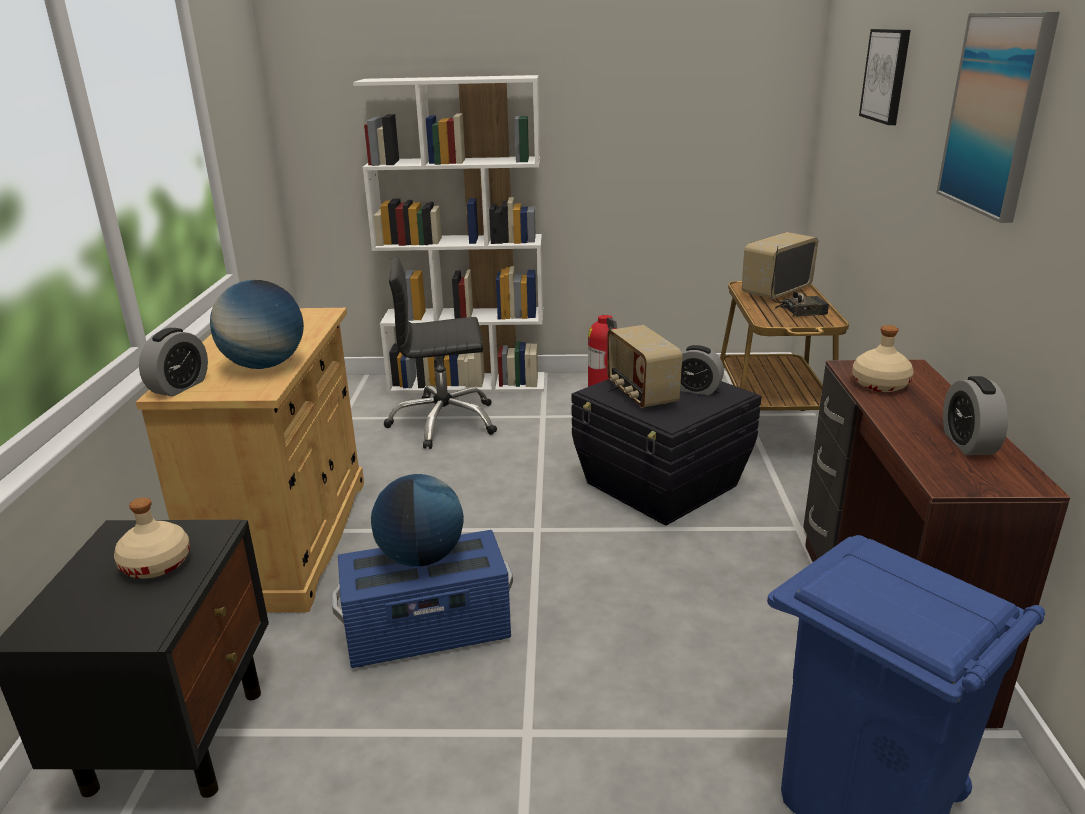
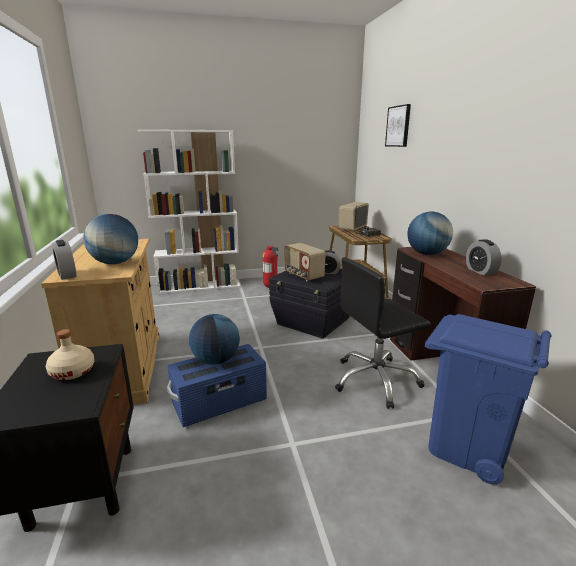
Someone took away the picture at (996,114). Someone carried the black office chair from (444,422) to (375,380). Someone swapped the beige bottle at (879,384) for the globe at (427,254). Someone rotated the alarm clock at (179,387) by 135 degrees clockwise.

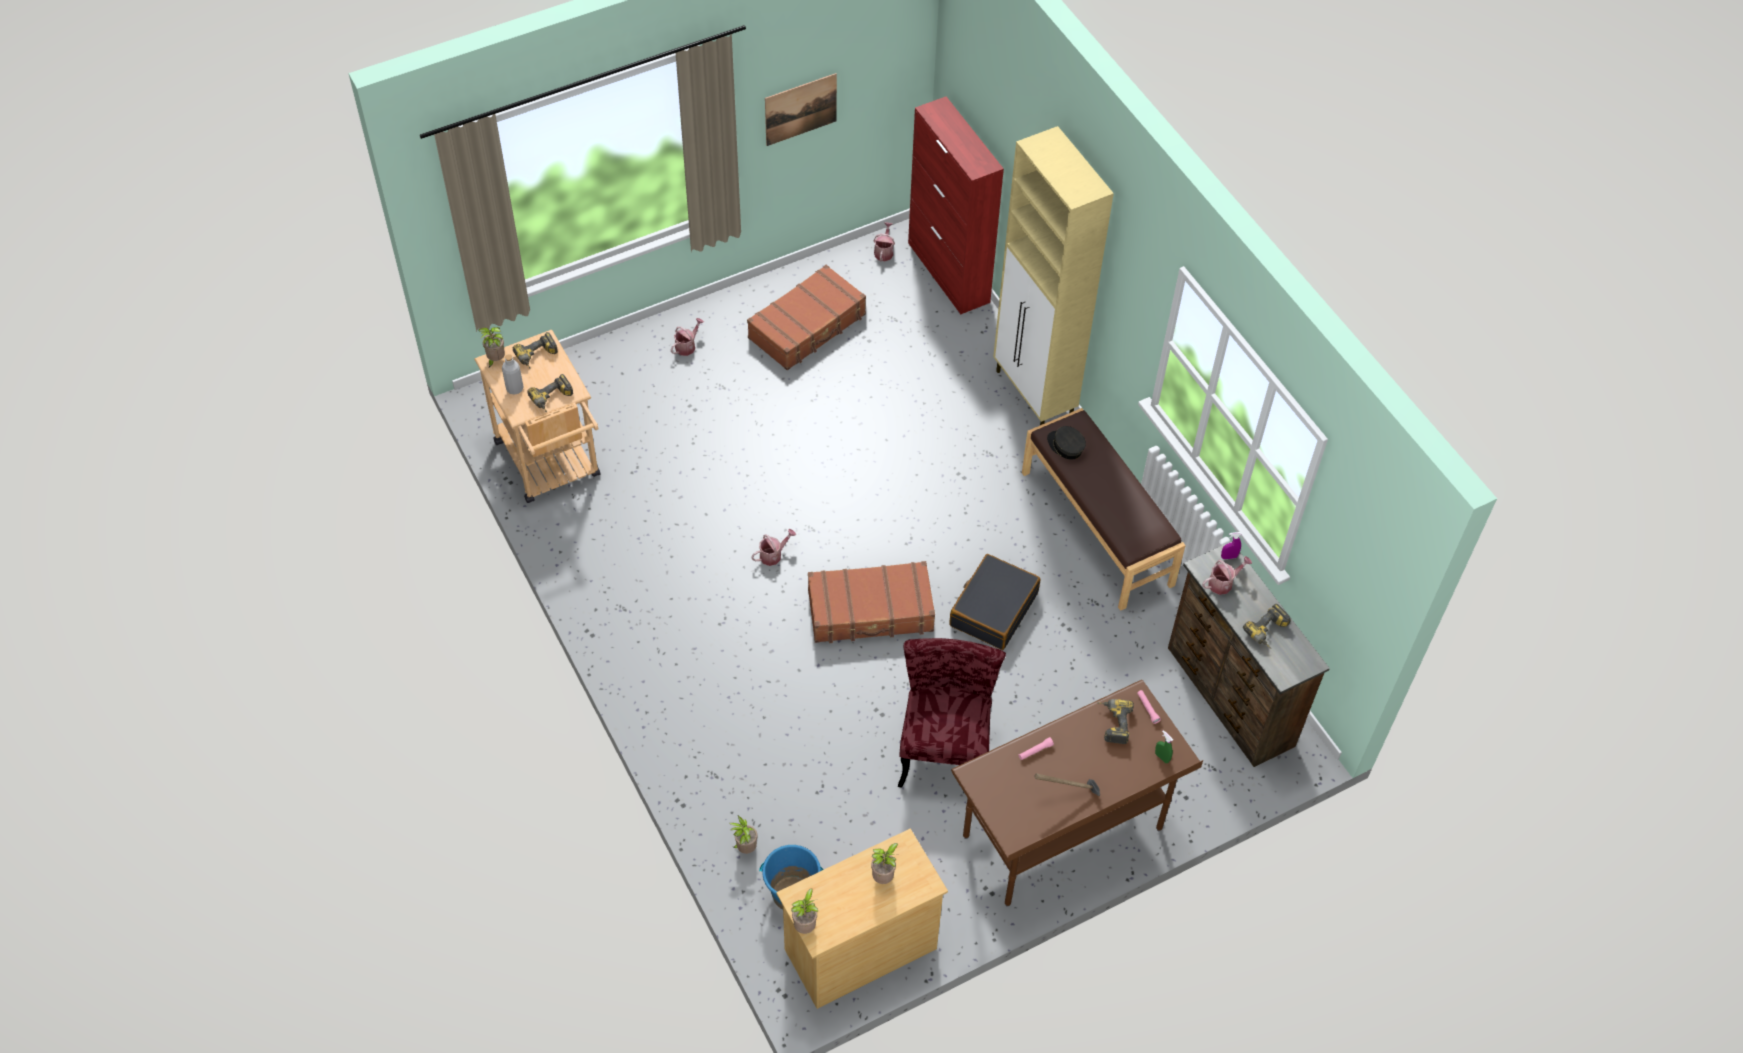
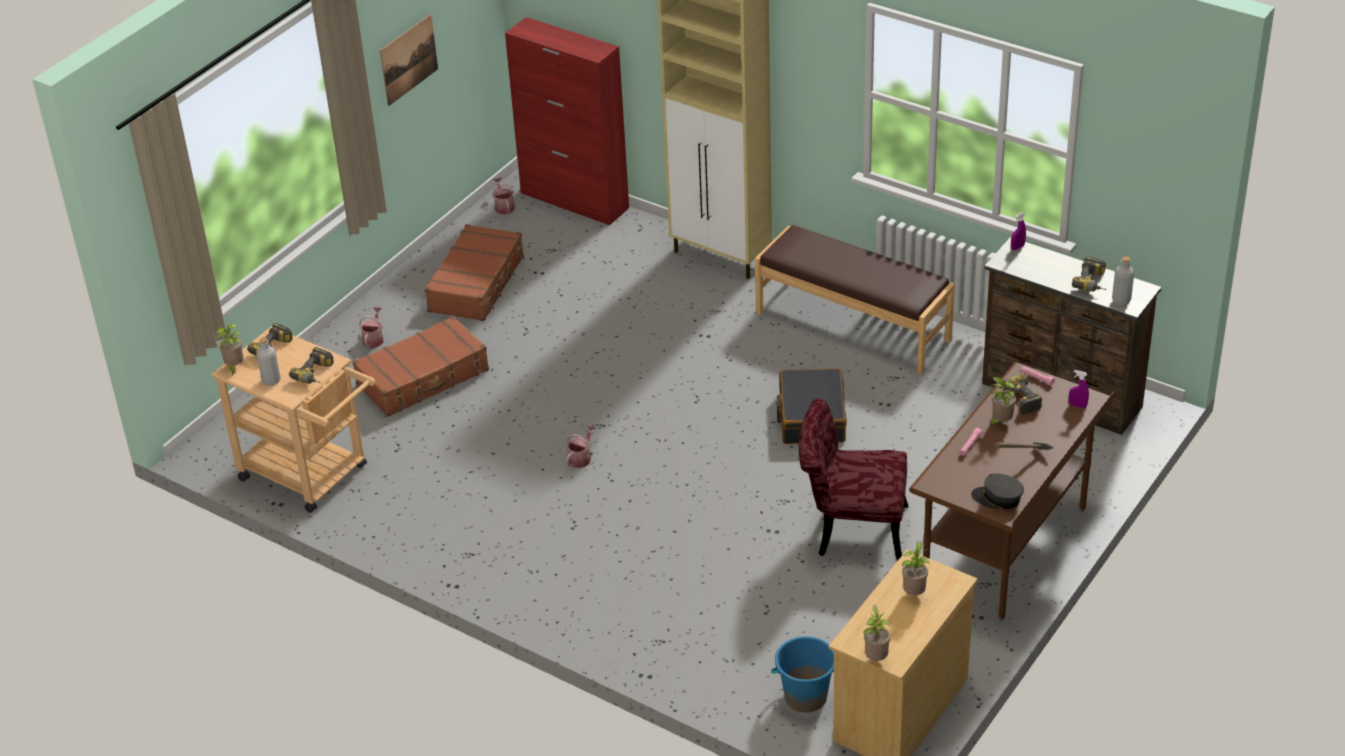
Someone carried the grey cap from (1065,446) to (997,498). Someone took away the watering can at (1223,583). Someone carried the brown suitcase from (871,611) to (423,378). Someone rotated the red chair at (945,746) by 60 degrees counterclockwise. Someone repainted the green spray bottle at (1162,757), which became the purple spray bottle at (1077,406). Someone carried the potted plant from (745,848) to (1000,422). Someone put down the grey bottle at (1121,300).

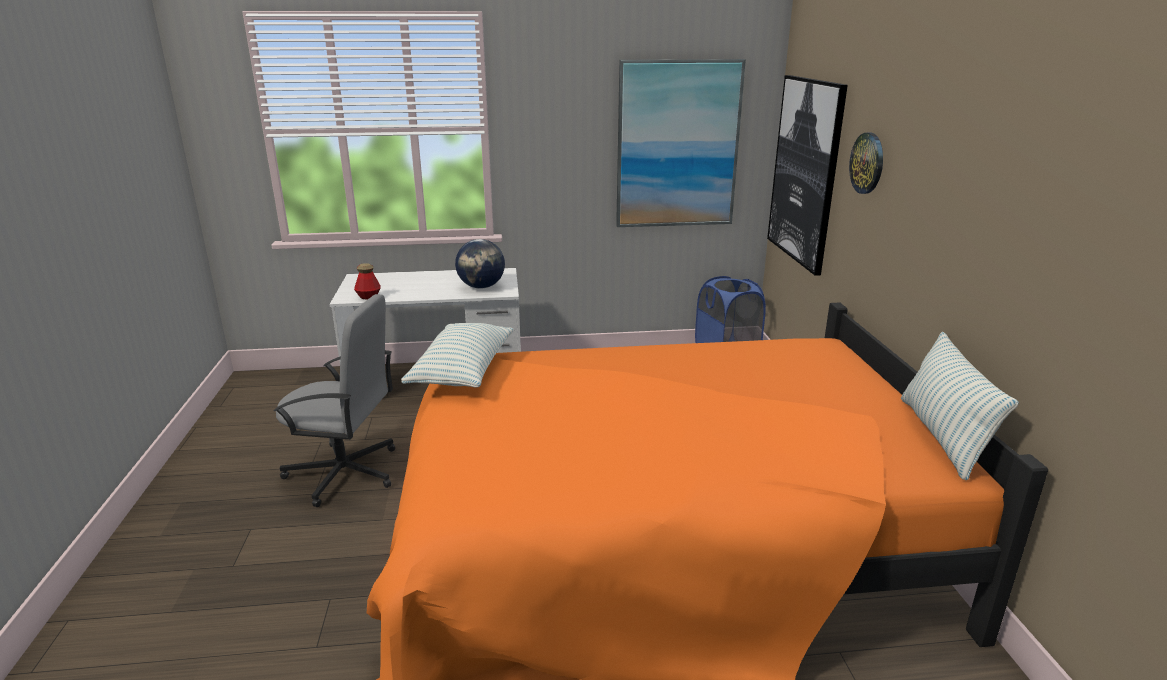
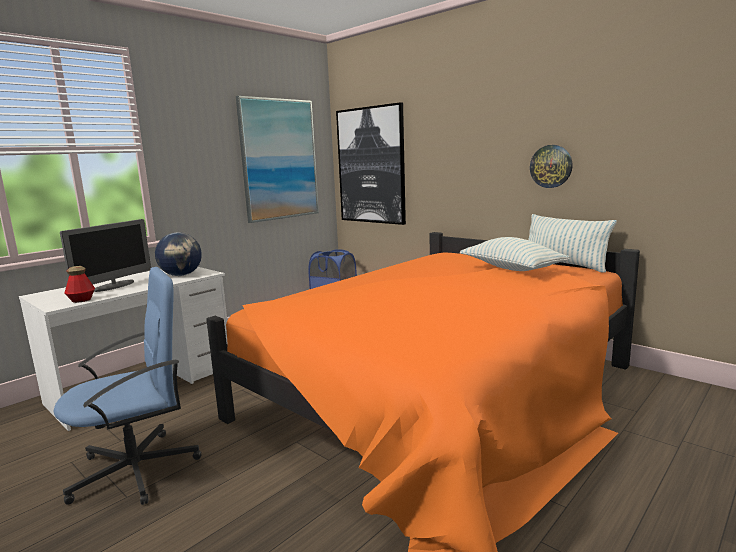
Someone carried the wall clock from (867,163) to (551,166). Someone repainted the grey office chair at (345,473), which became the blue office chair at (137,469). Someone carried the pillow from (463,371) to (511,268). Someone put down the monitor at (114,286).

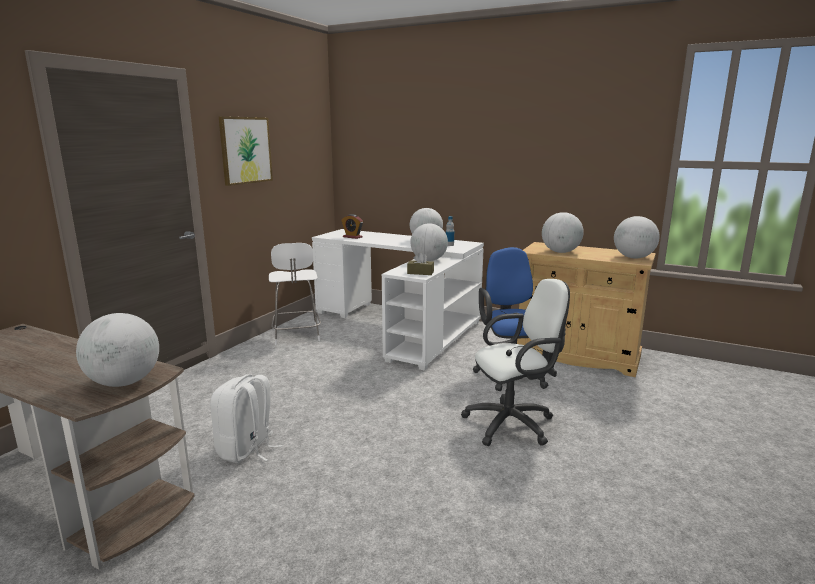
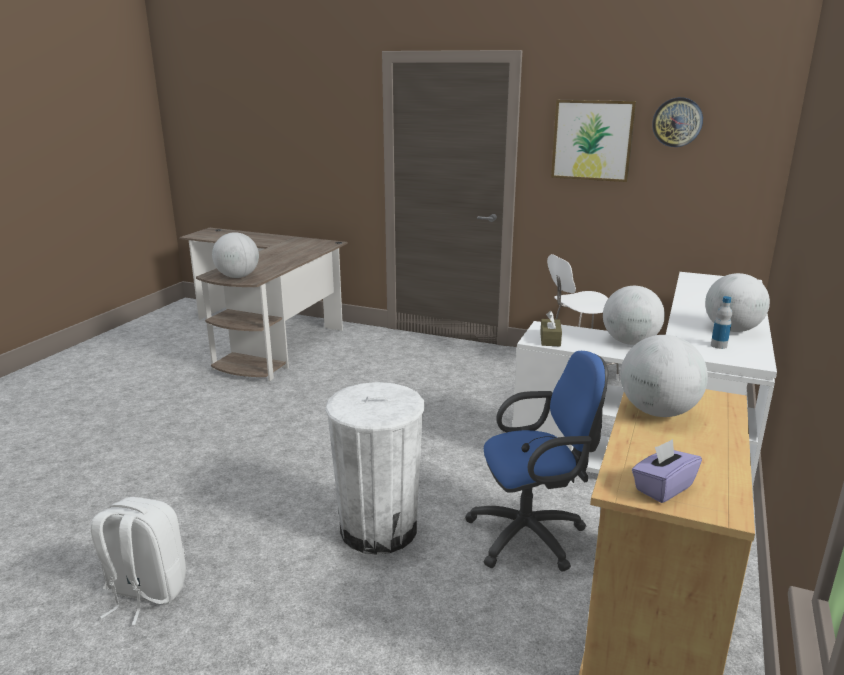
Someone took away the alarm clock at (352,237). Someone swapped the globe at (633,257) for the purple tissue box at (662,488). Someone swapped the white office chair at (514,424) for the white trash can at (378,529). Someone carried the white backpack from (247,450) to (144,593). Someone put up the wall clock at (677,122).

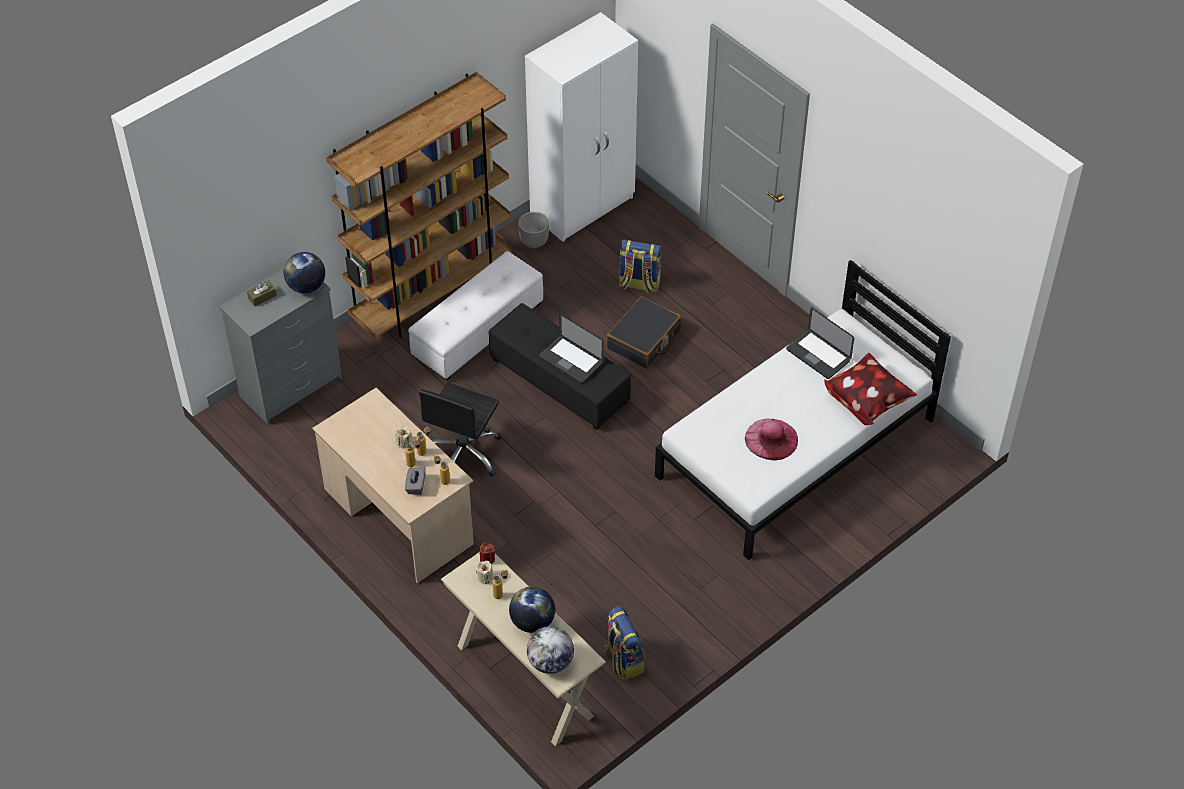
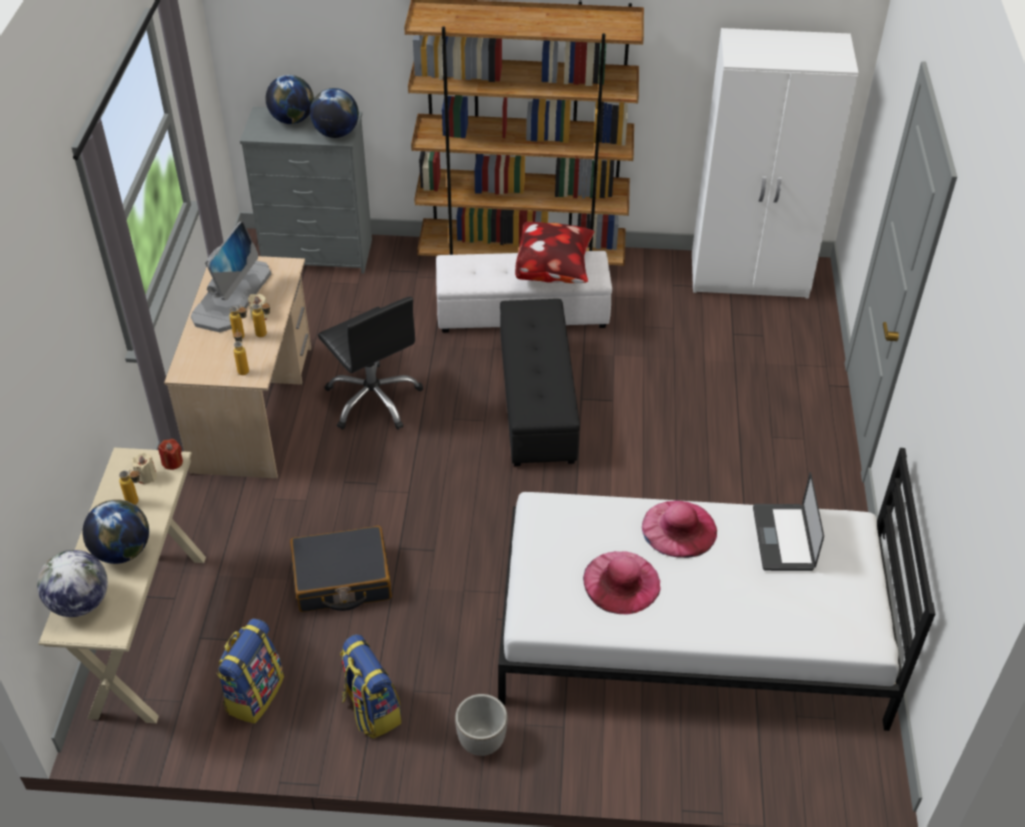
Someone carried the planter from (533,242) to (481,741). Someone carried the backpack from (639,284) to (371,710). Someone swapped the brown tissue box at (262,297) for the globe at (292,120). Someone carried the black suitcase from (644,340) to (342,579). Someone took away the laptop at (571,360). Someone carried the pillow from (867,401) to (554,271). Someone rotated the black office chair at (463,454) by 105 degrees counterclockwise. Someone took away the grey tissue box at (415,486). Someone put down the monitor at (232,295). Someone put down the pink hat at (679,528).

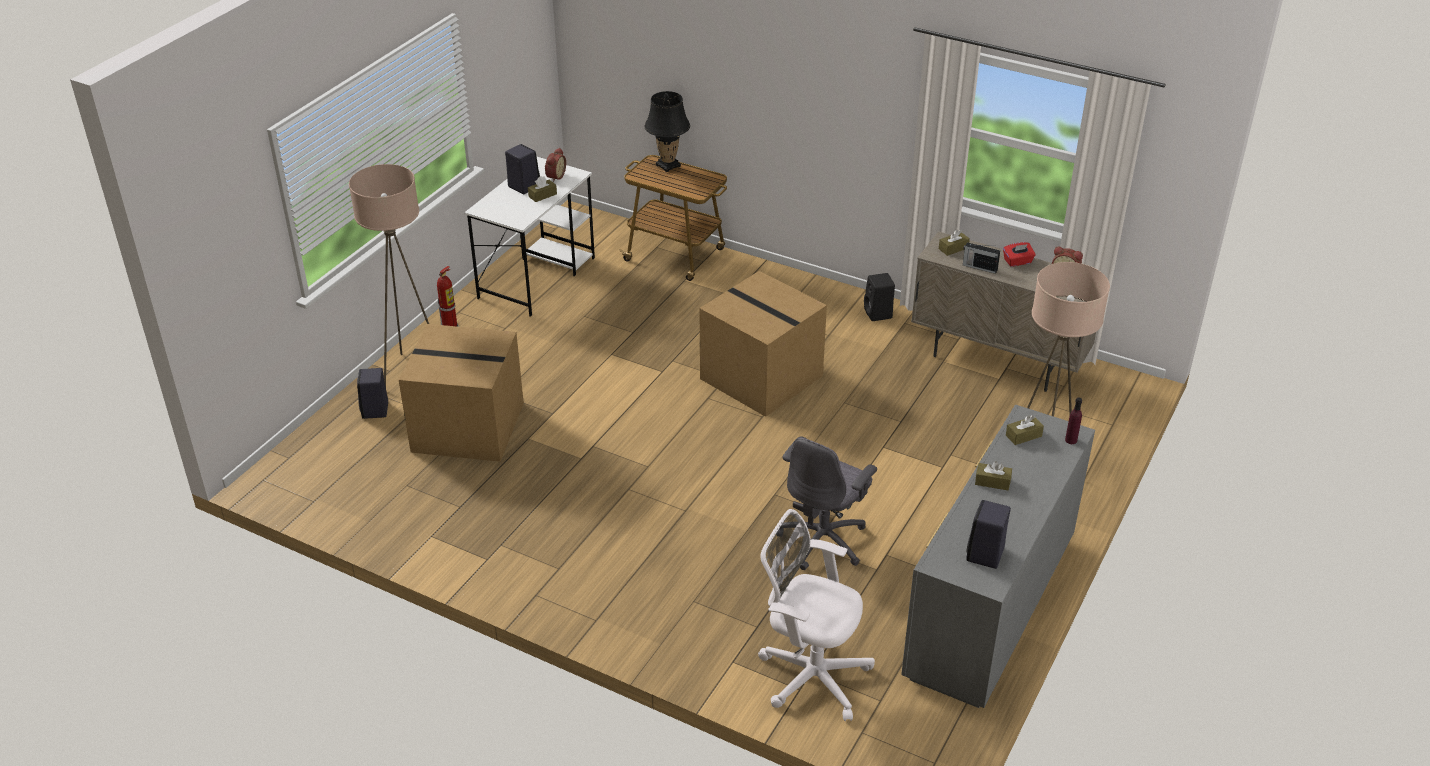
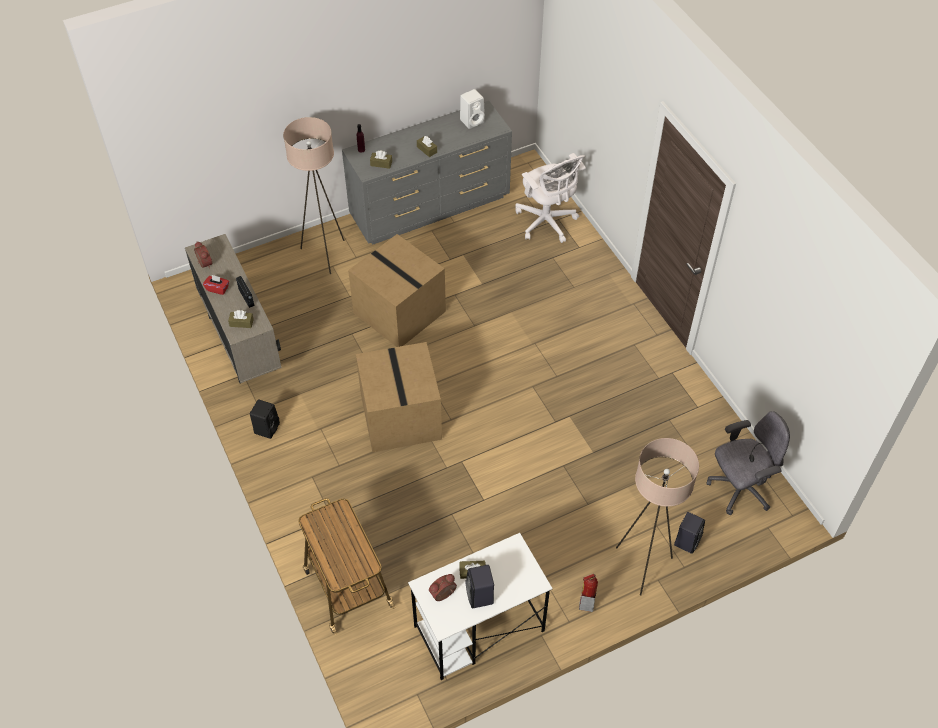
Someone took away the black table lamp at (668,165). Someone carried the cardboard box from (470,426) to (398,312). Someone carried the grey office chair from (824,540) to (739,488). Someone repainted the black speaker at (985,555), which became the white speaker at (472,120).

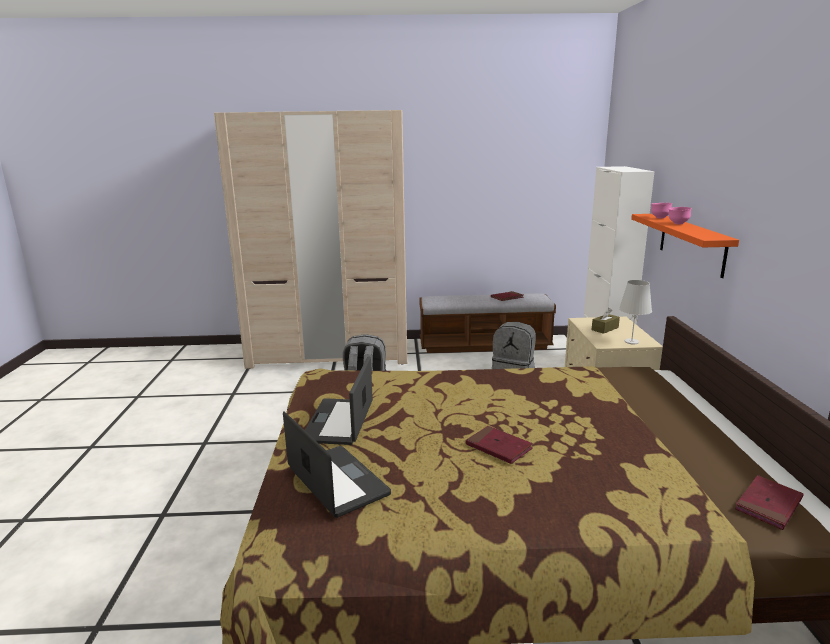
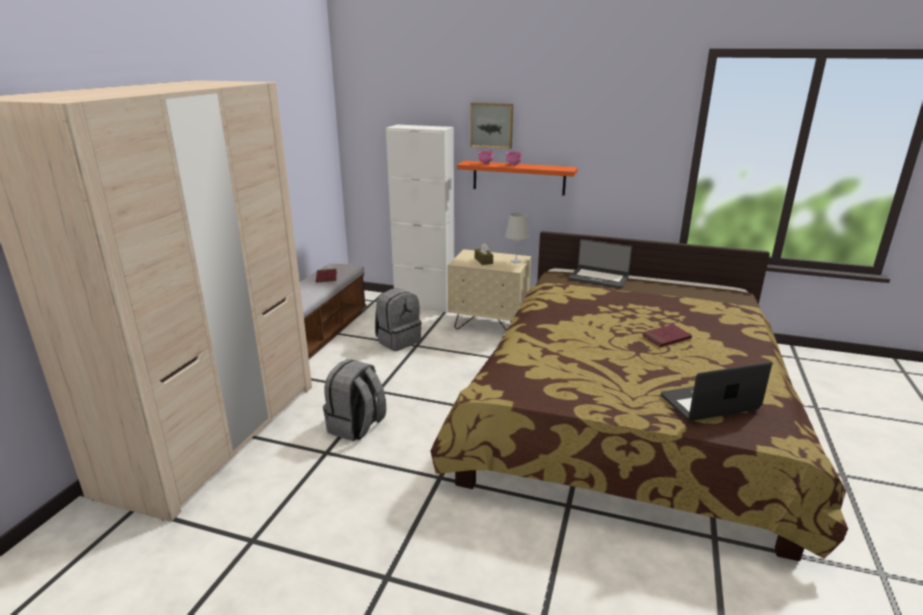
Someone carried the laptop from (339,421) to (598,278). Someone took away the red book at (768,505). Someone put up the picture at (492,125).

